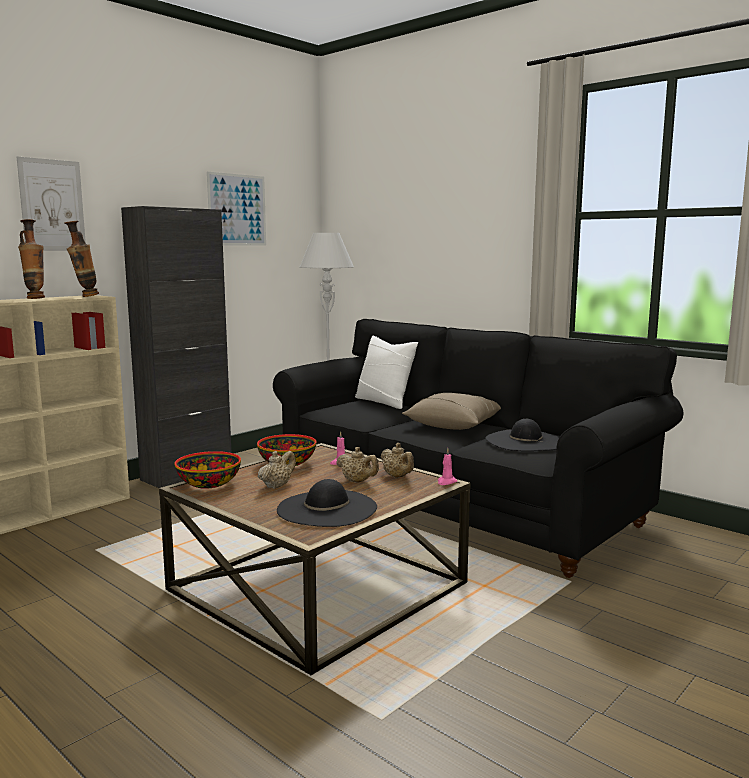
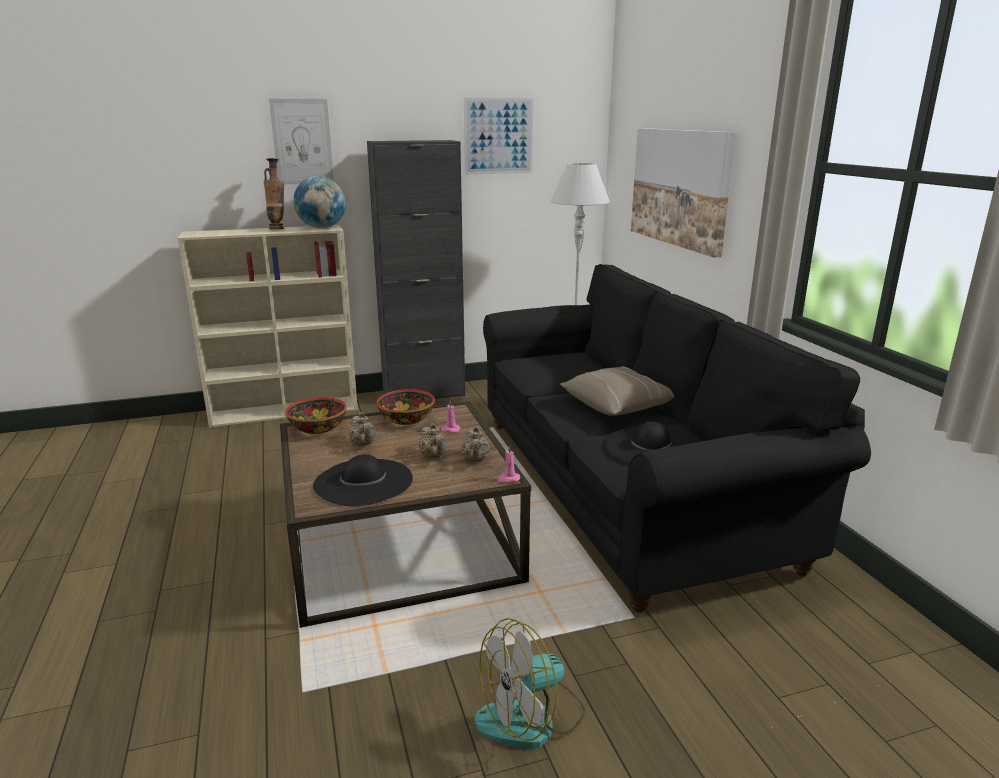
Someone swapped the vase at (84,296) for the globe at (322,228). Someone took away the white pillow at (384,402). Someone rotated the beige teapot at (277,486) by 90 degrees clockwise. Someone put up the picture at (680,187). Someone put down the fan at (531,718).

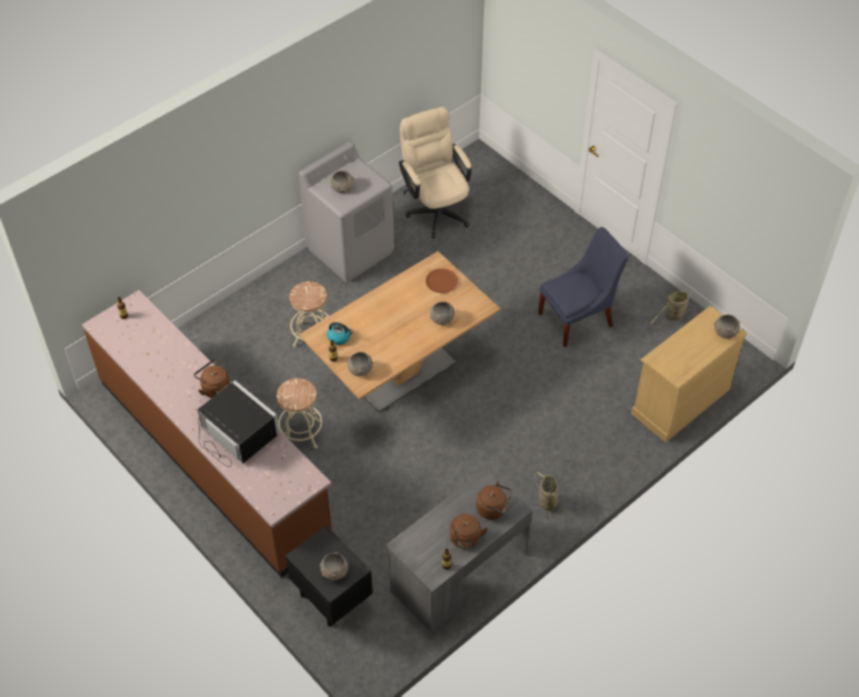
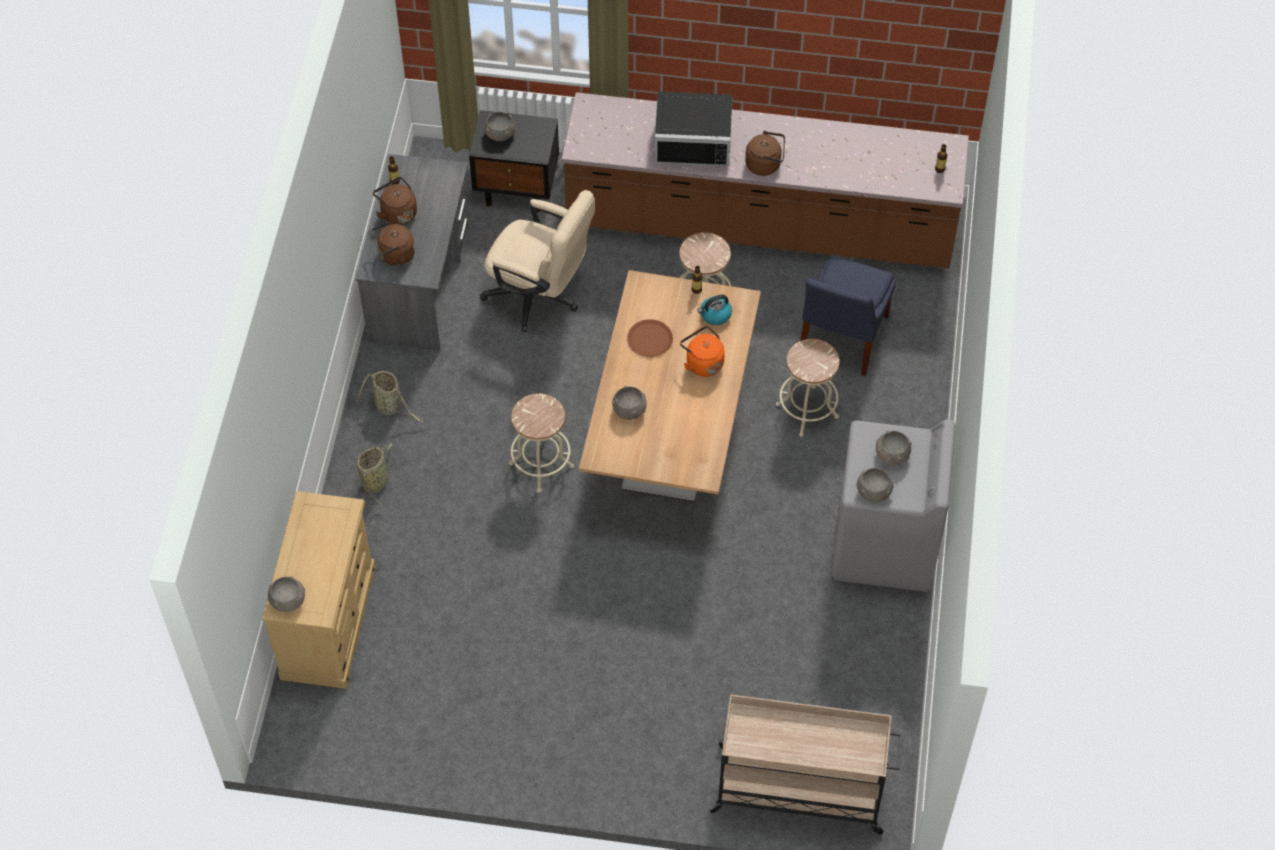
Someone carried the beige office chair from (436,209) to (540,297). Someone carried the blue chair from (578,318) to (841,338). Someone carried the brown plate from (442,281) to (649,339). Someone carried the basket from (672,316) to (376,481). Someone carried the grey bowl from (360,370) to (873,491). Someone put down the orange kettle at (702,362). Someone put down the beige stool at (541,465). Someone put down the beige cart at (801,790).

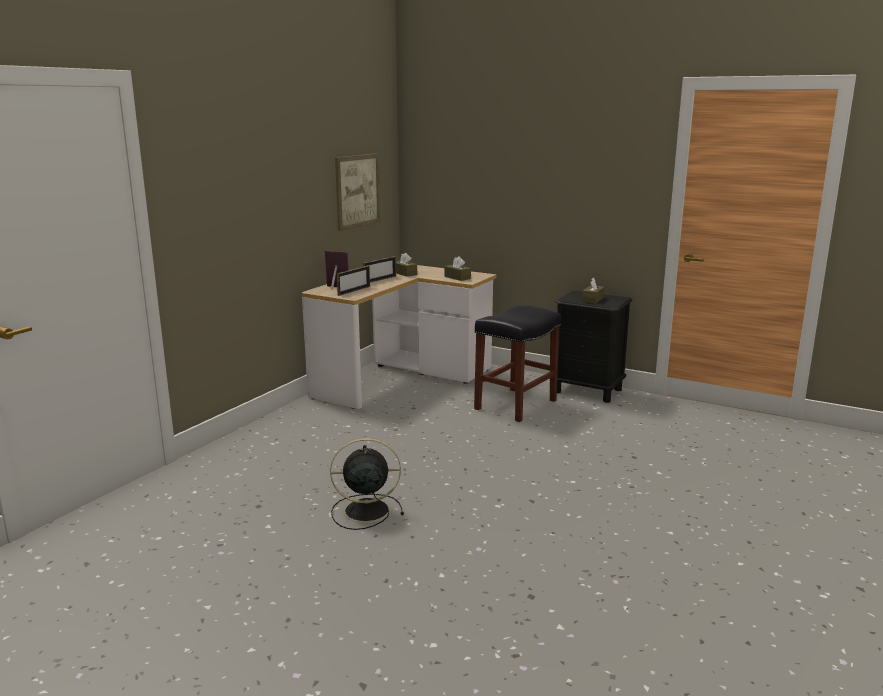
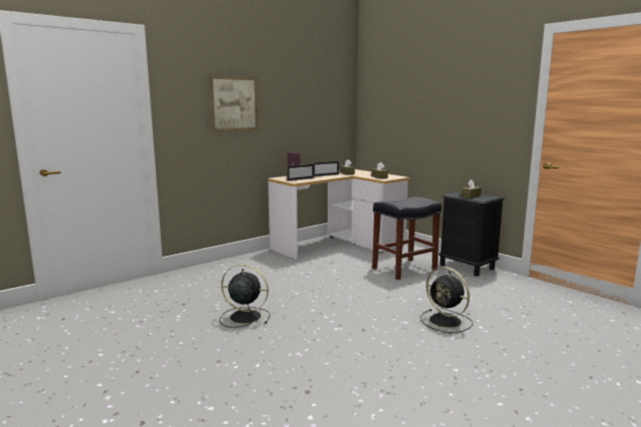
Someone carried the picture from (357,191) to (234,103). Someone put down the black fan at (446,321).

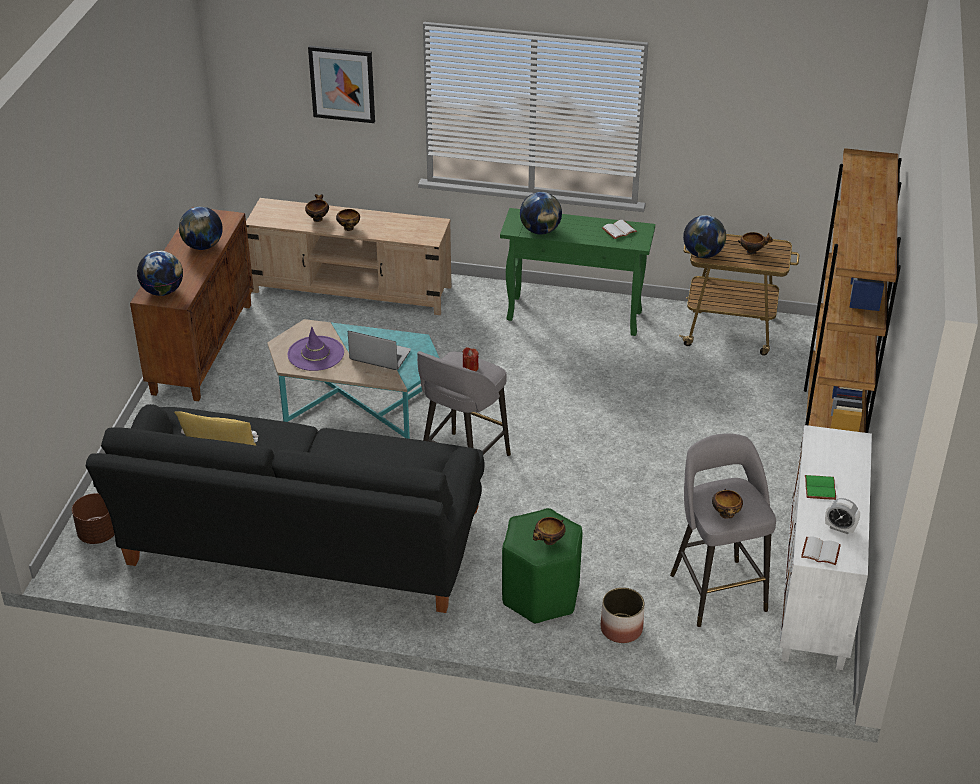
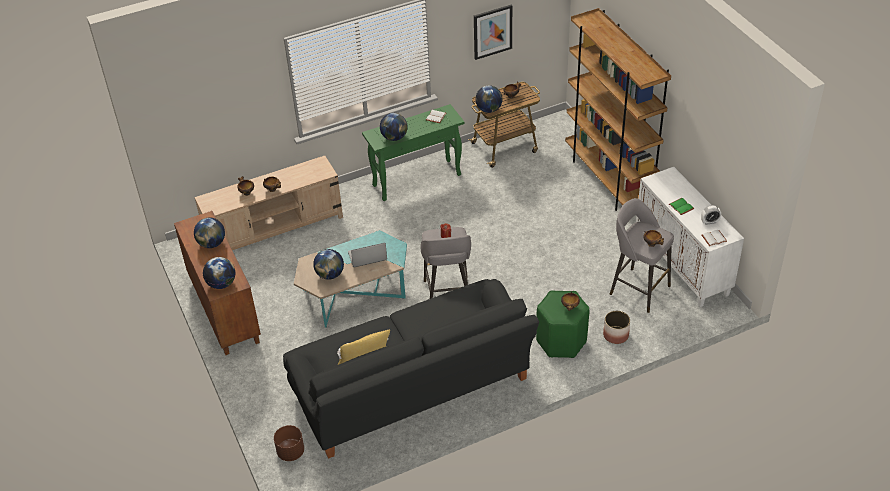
Someone carried the picture from (342,83) to (492,31). Someone swapped the purple hat at (316,354) for the globe at (330,275).

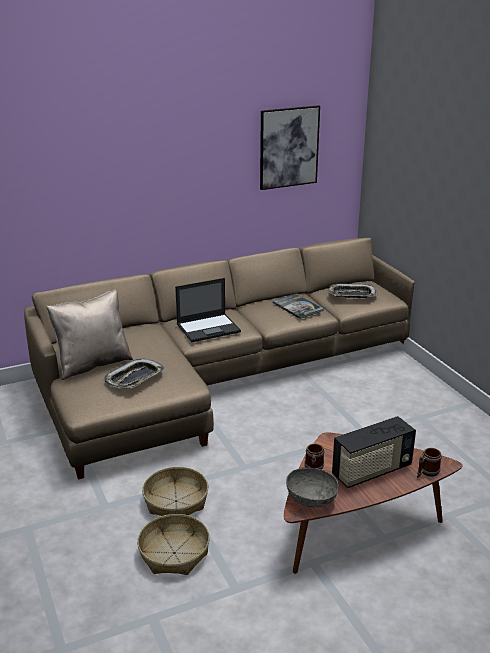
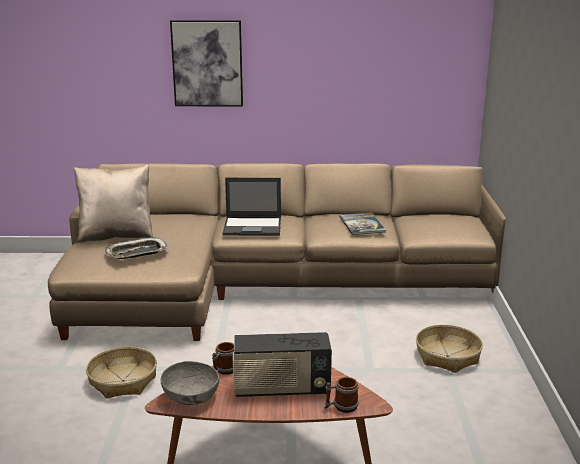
Someone carried the picture from (289,147) to (207,63). Someone took away the tray at (351,294). Someone carried the basket from (174,553) to (447,356).

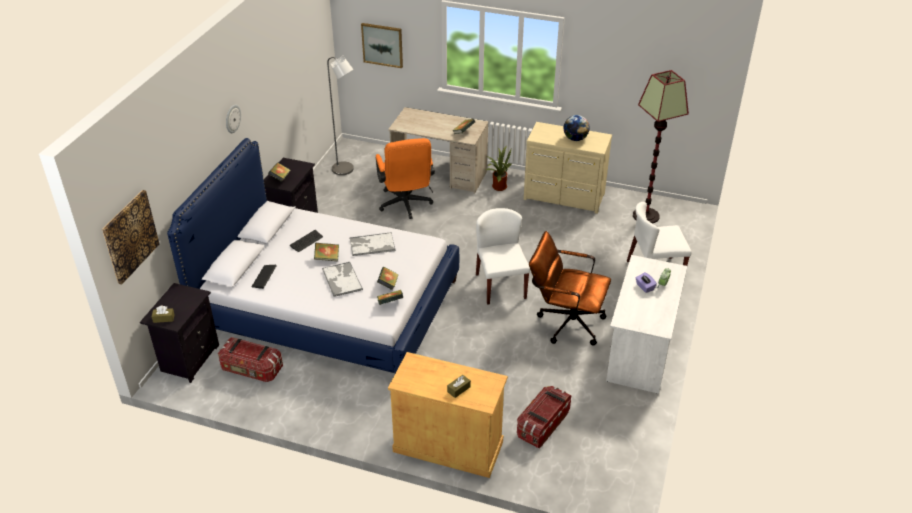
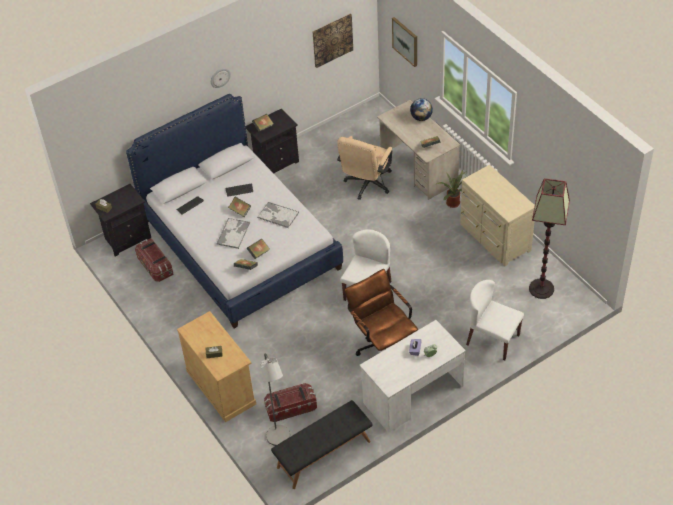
Someone carried the grey floor lamp from (346,170) to (279,439). Someone carried the globe from (575,139) to (421,118). Someone repainted the orange office chair at (405,206), which became the beige office chair at (366,185). Someone carried the picture from (130,236) to (332,40). Someone put down the black bench at (324,454).

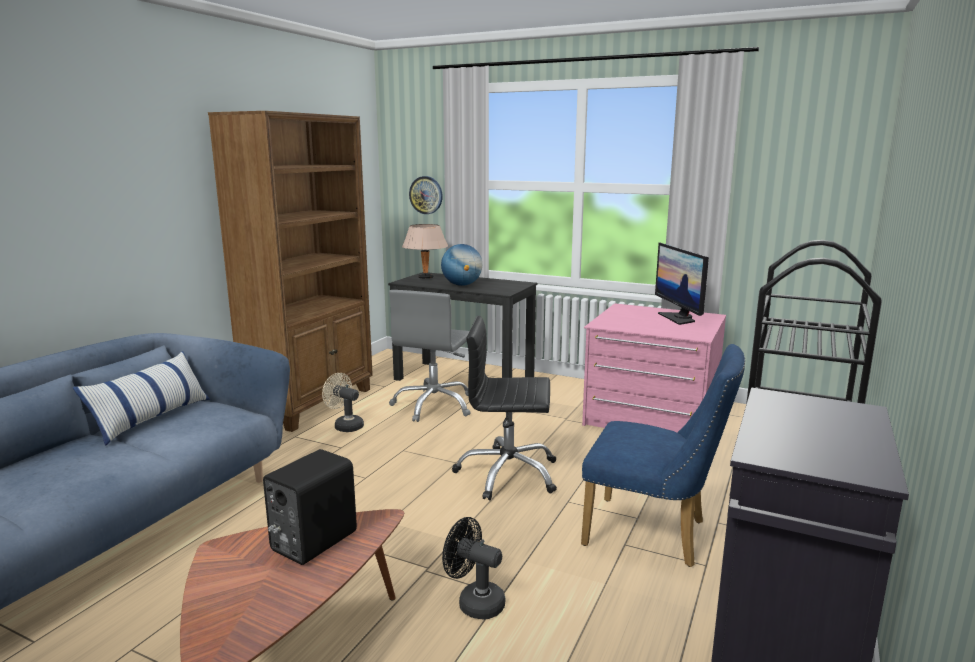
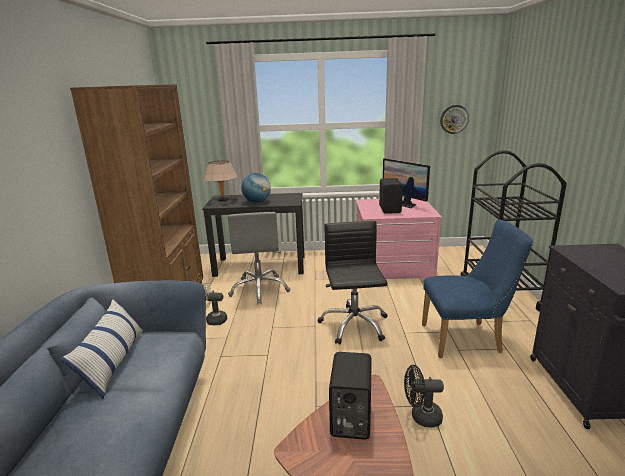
Someone carried the wall clock from (426,195) to (454,119). Someone rotated the black office chair at (507,474) by 105 degrees clockwise. Someone put down the black speaker at (390,209).

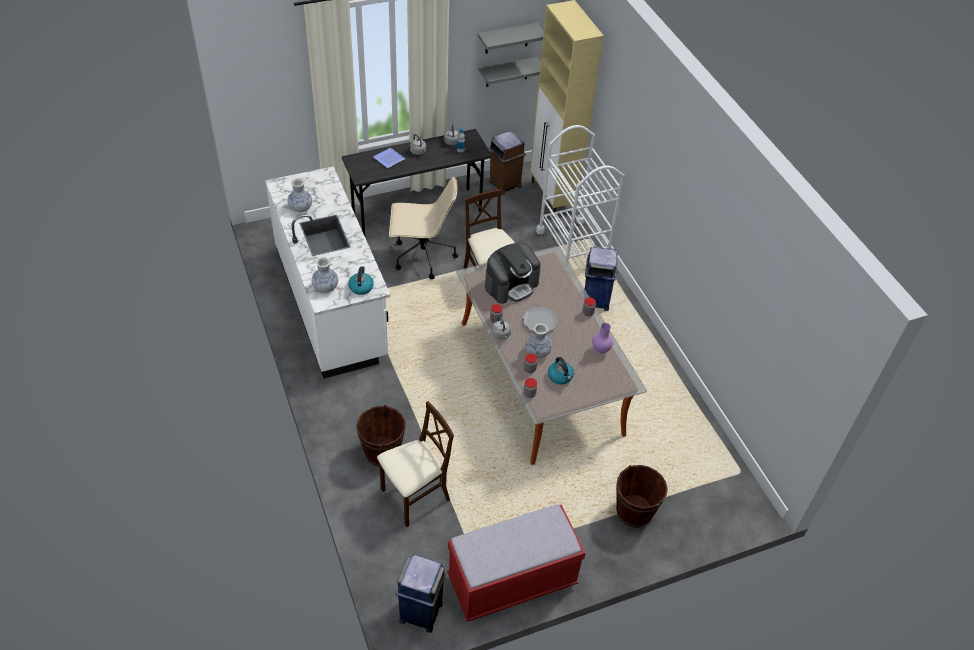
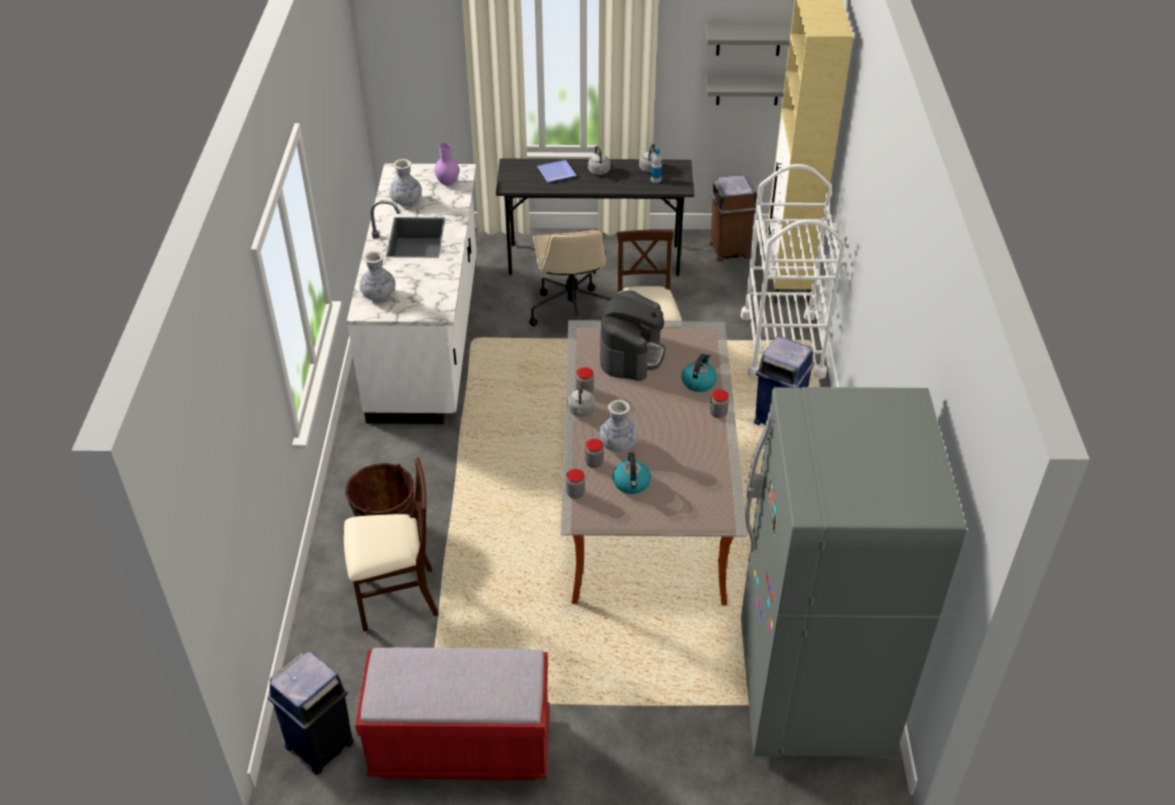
Someone rotated the beige office chair at (422,257) by 60 degrees clockwise. Someone rotated the coffee machine at (511,285) by 60 degrees counterclockwise. Someone carried the kettle from (361,287) to (698,382). Someone took away the plate at (540,321). Someone carried the purple vase from (601,350) to (448,184). Someone took away the brown bucket at (634,511). Someone put down the grey fridge at (812,690).

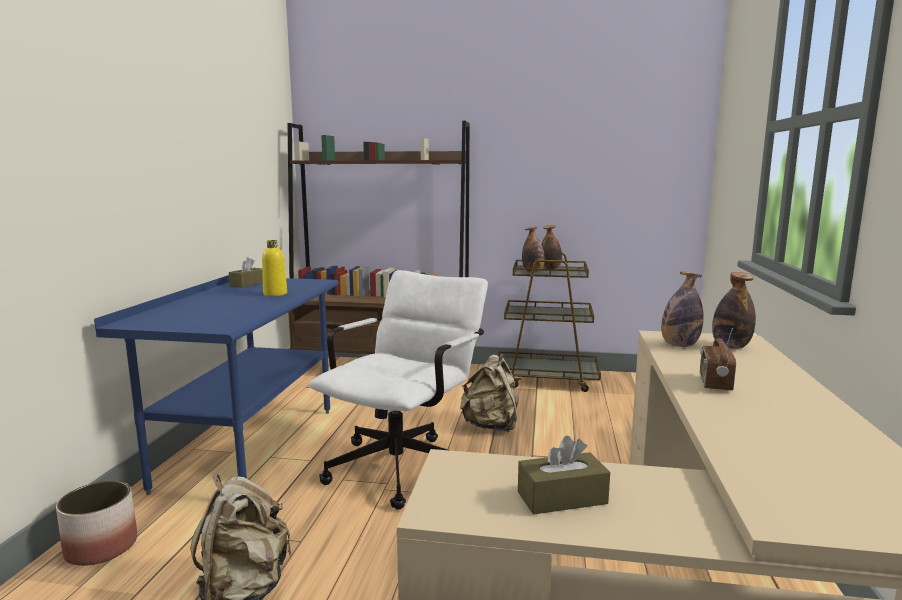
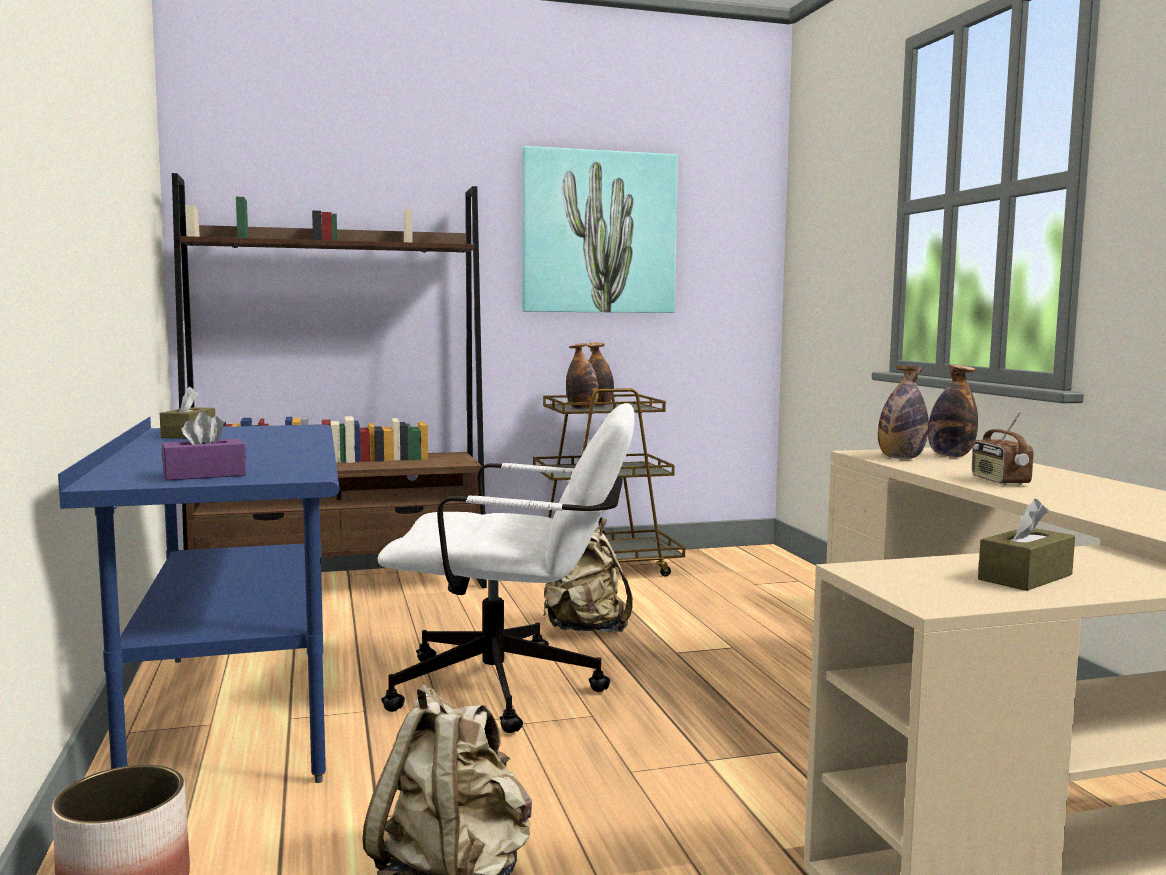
Someone took away the yellow bottle at (275,294). Someone rotated the white office chair at (405,463) by 90 degrees clockwise. Someone put up the picture at (598,233). Someone put down the purple tissue box at (204,475).

